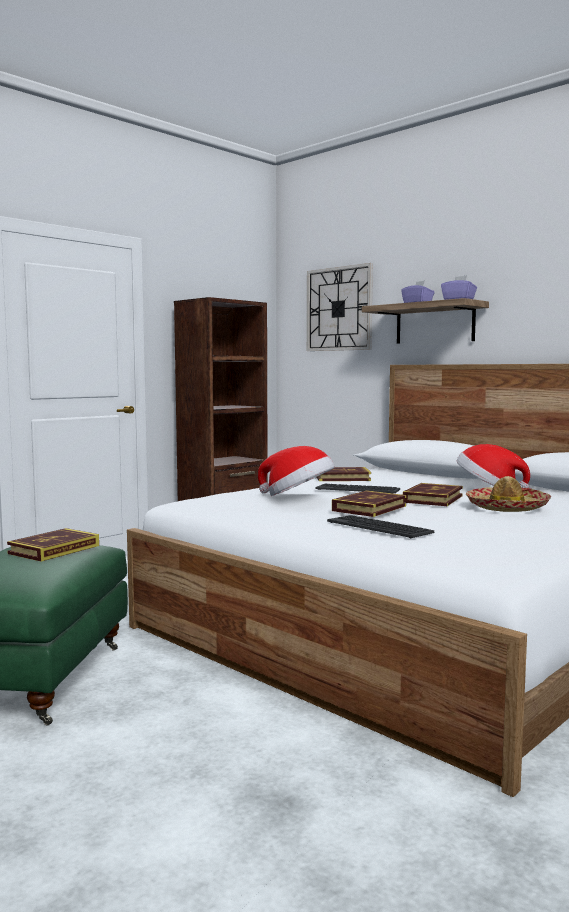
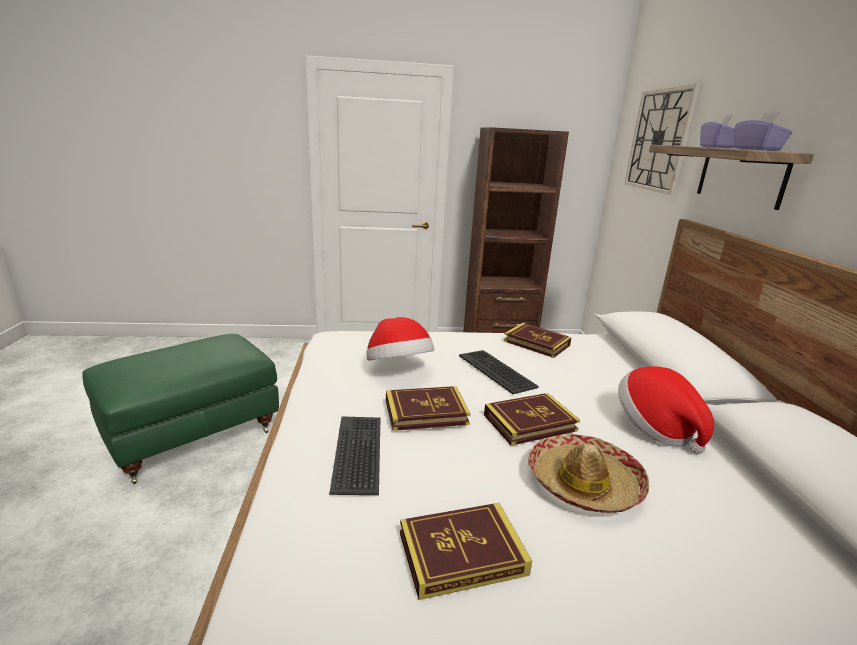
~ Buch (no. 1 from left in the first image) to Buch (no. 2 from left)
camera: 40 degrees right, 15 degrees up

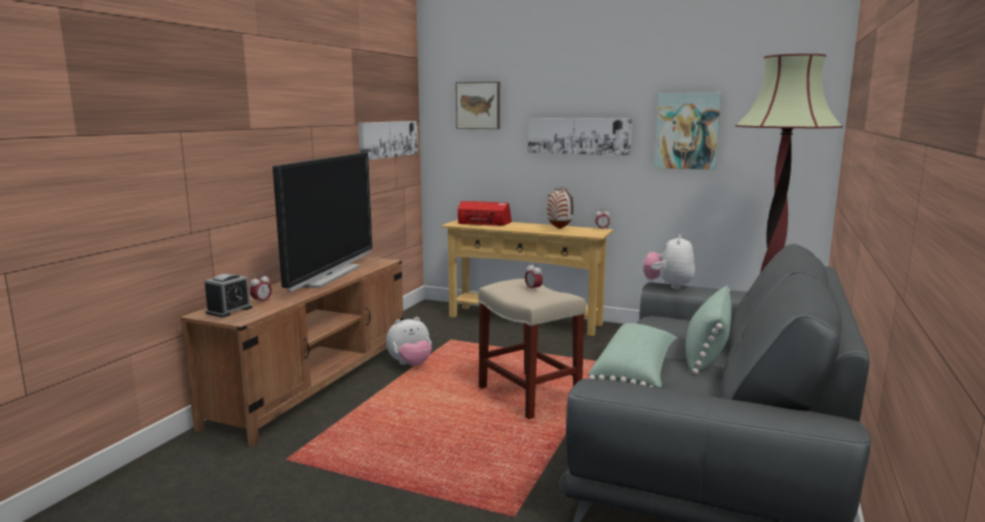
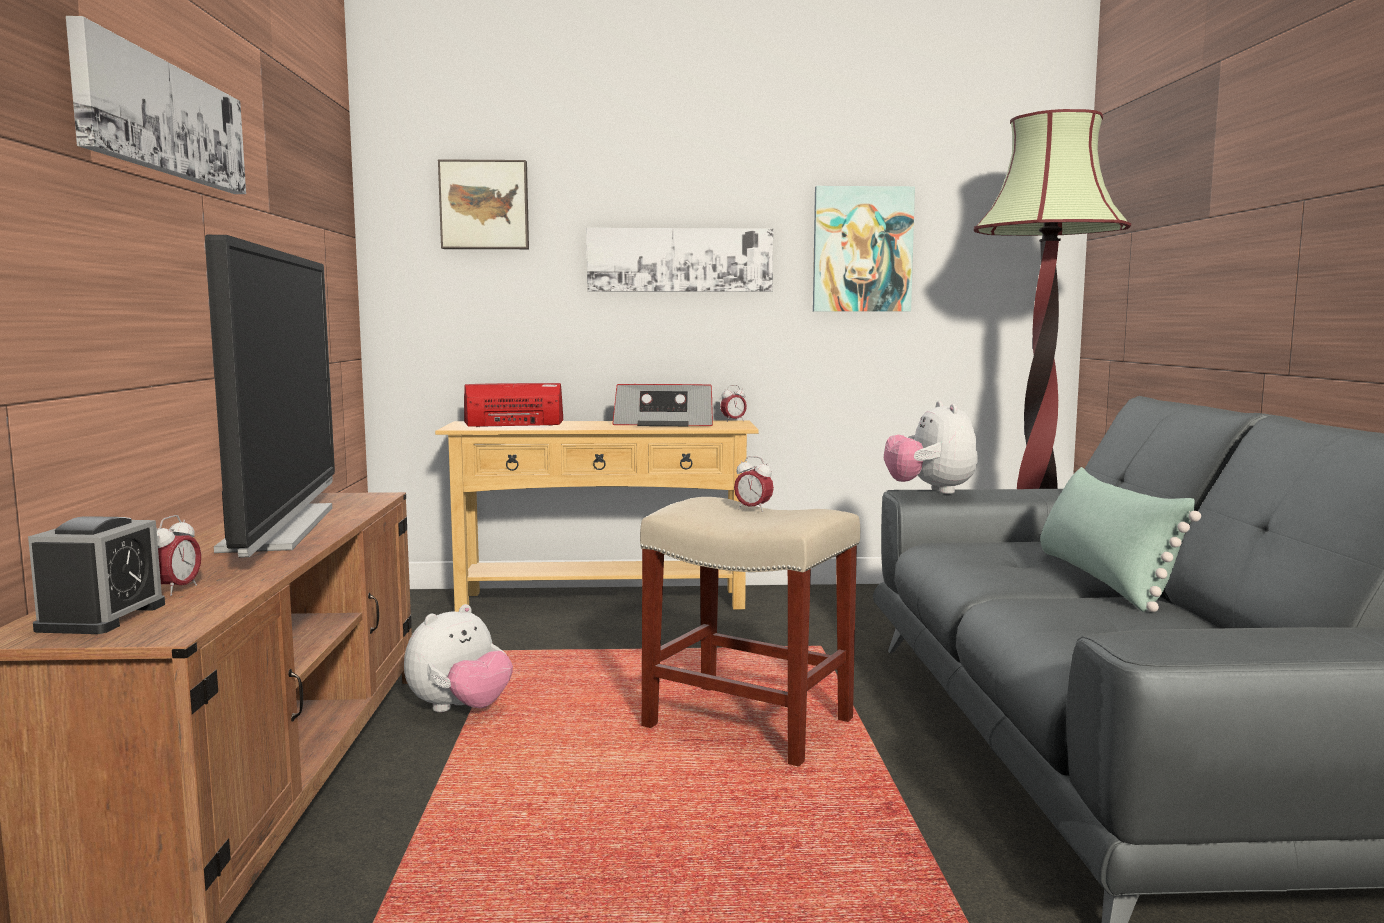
~ Bild (no. 1 from left)
~ Vase to Radio (no. 2 from left)
- Kissen/grün (no. 1 from left)
camera: 25 degrees left, 5 degrees down

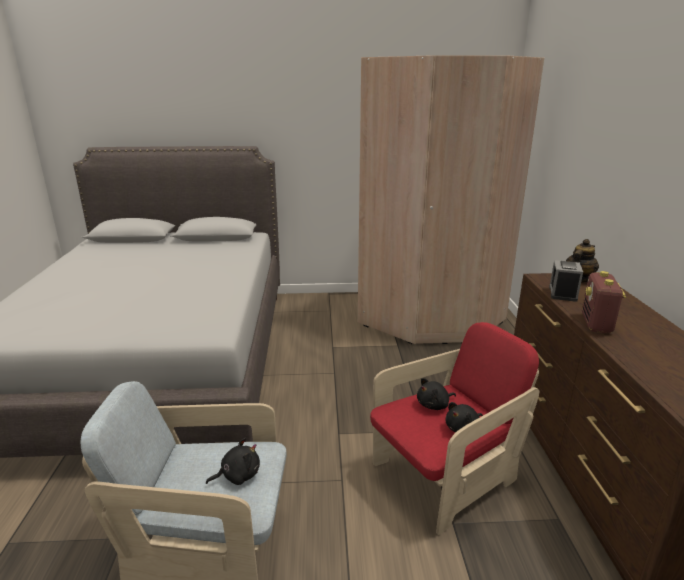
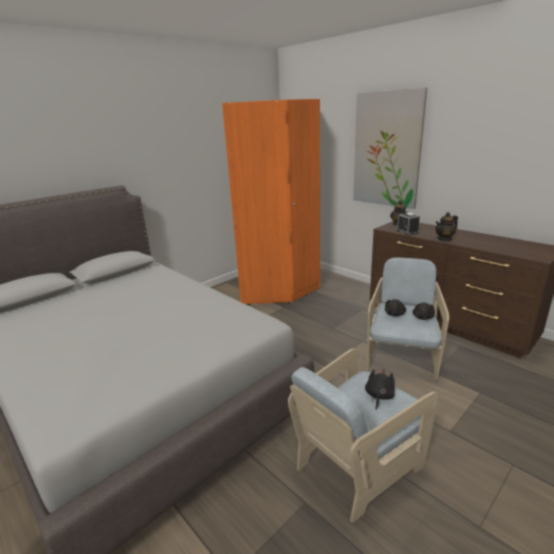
~ Kleiderschrank/beige to Kleiderschrank/orange
+ Bild
~ Sessel/rot to Sessel/beige (no. 2 from left)
~ Radio to Teekanne (no. 2 from left)
camera: 40 degrees left, 0 degrees up

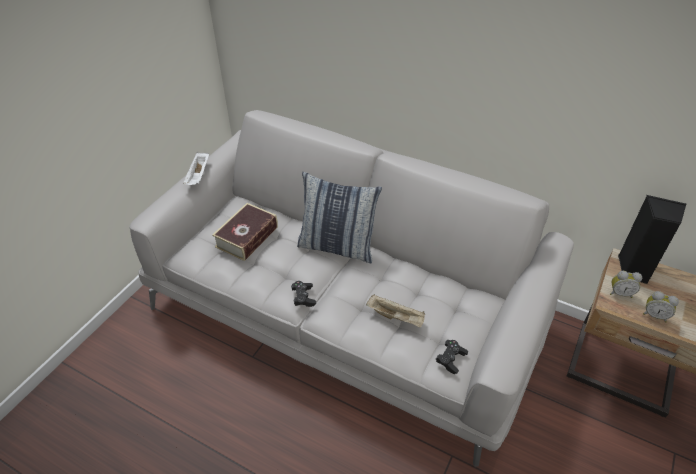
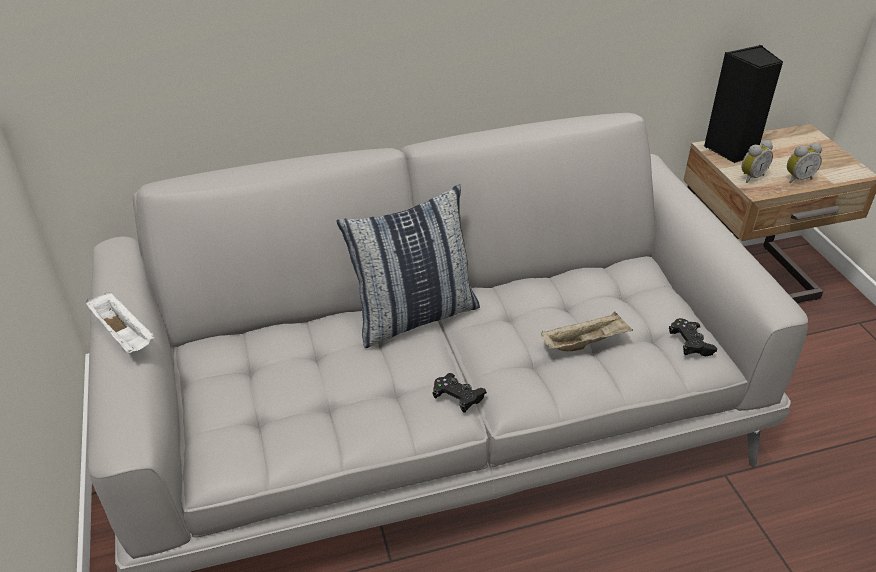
- Buch
camera: 45 degrees left, 5 degrees down

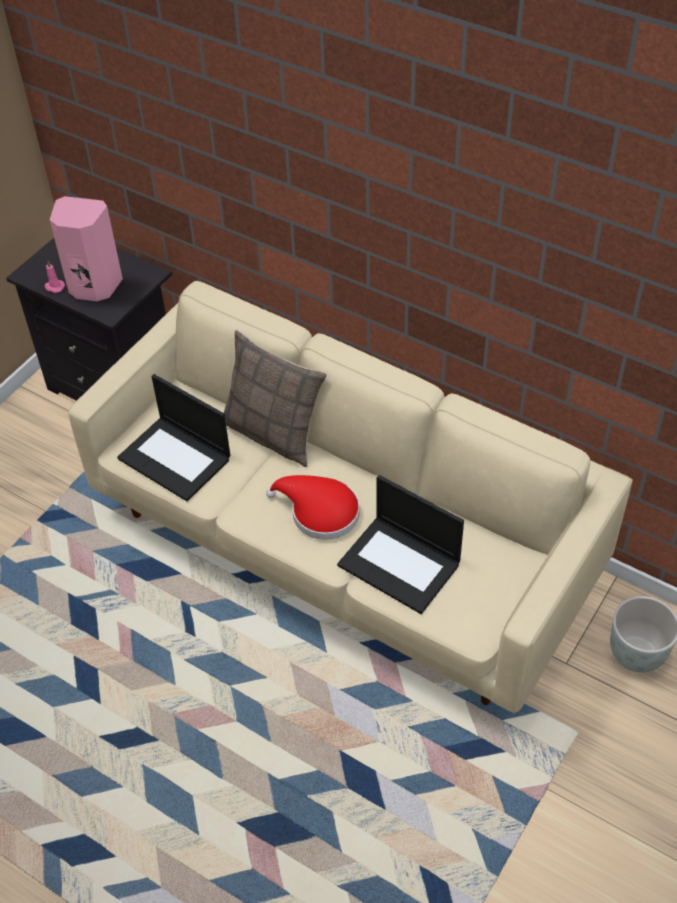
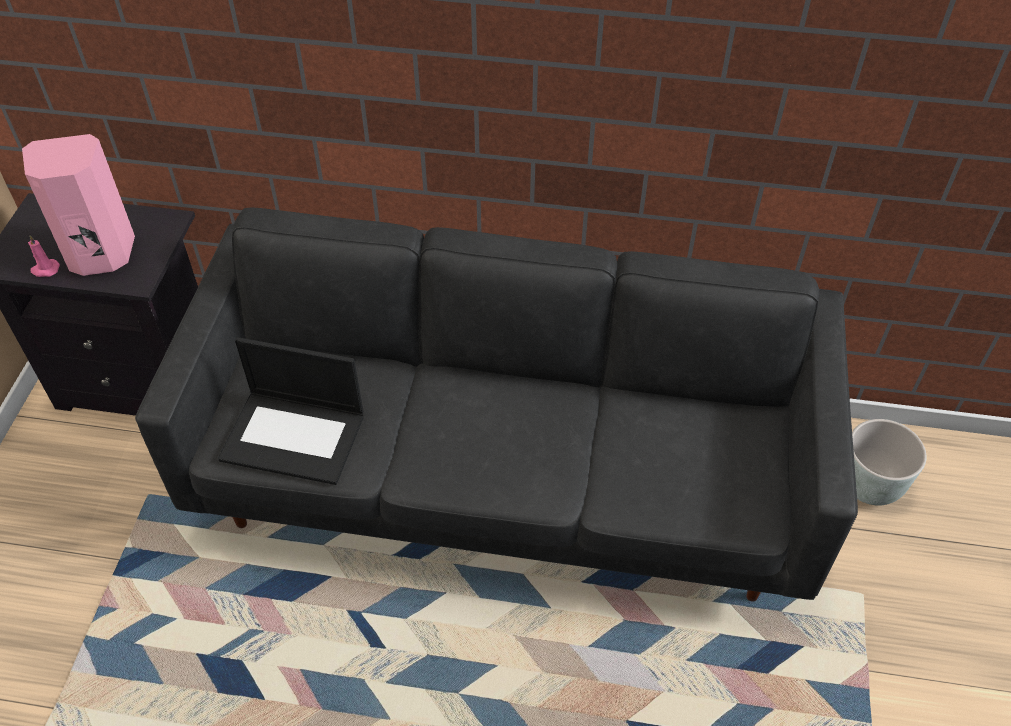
~ Sofa/beige to Sofa/schwarz
- Kissen
- Hut/rot
- Laptop (no. 2 from left)
camera: 25 degrees left, 0 degrees up

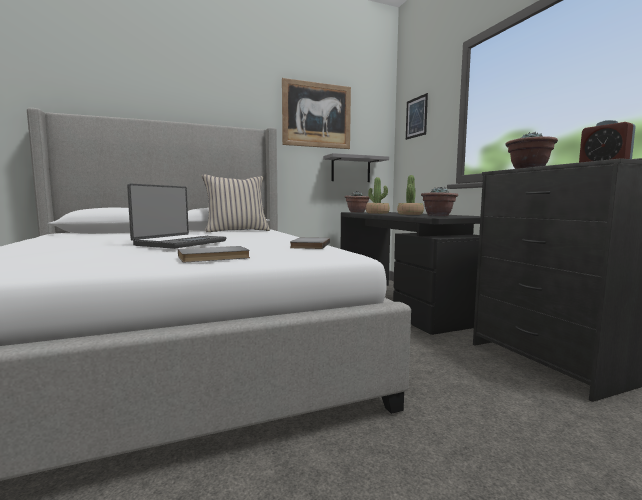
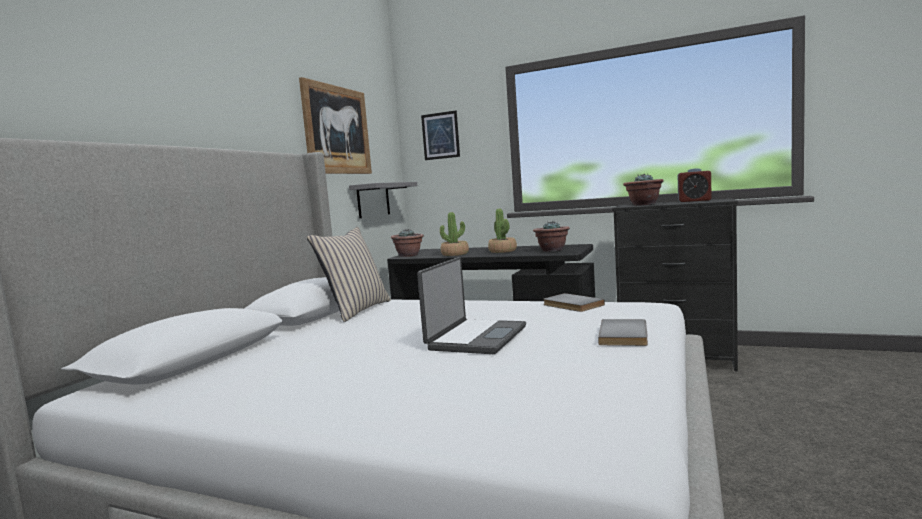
~ Laptop 45 degrees clockwise
camera: 45 degrees left, 0 degrees up

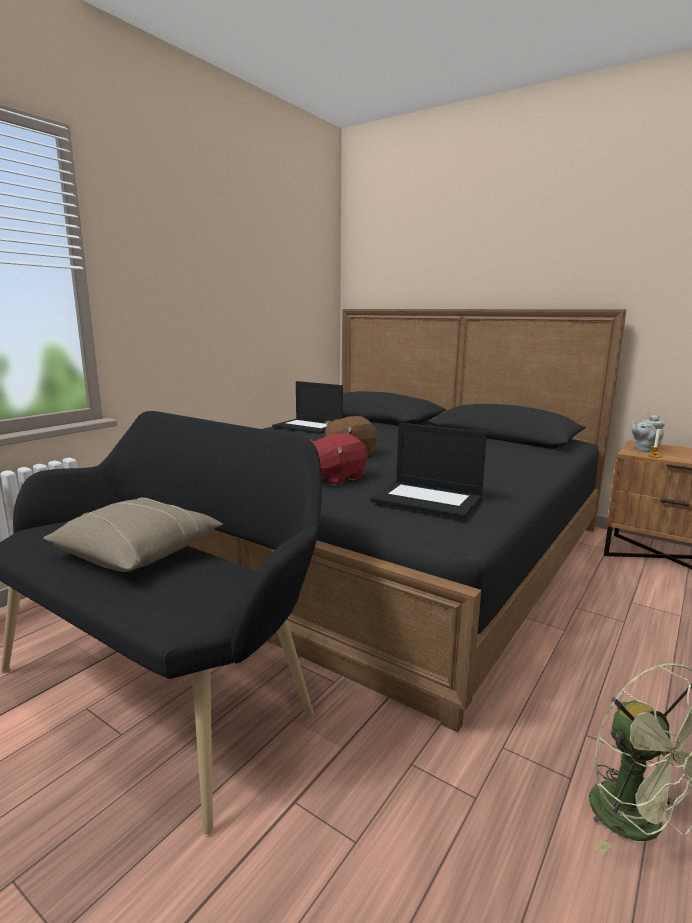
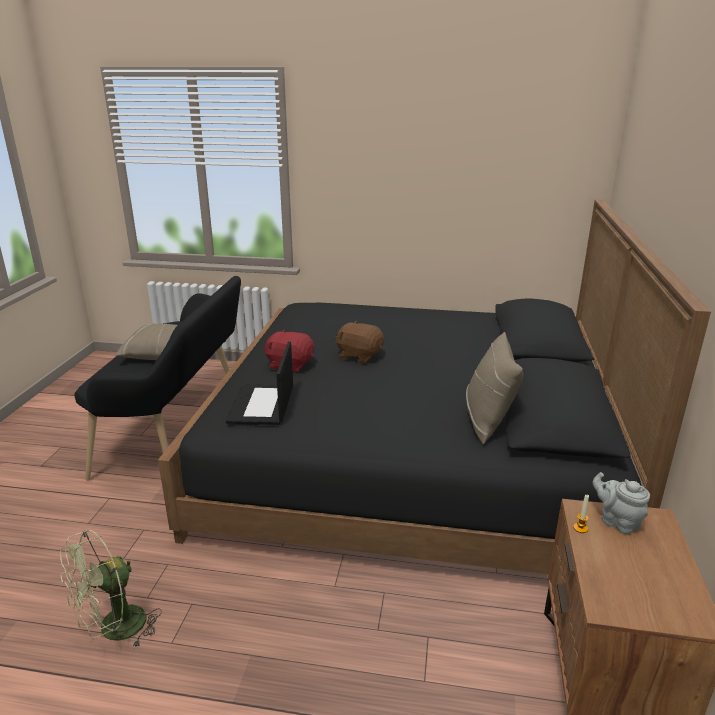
+ Kissen/beige (no. 2 from left)
- Laptop (no. 1 from left)
camera: 65 degrees right, 10 degrees up

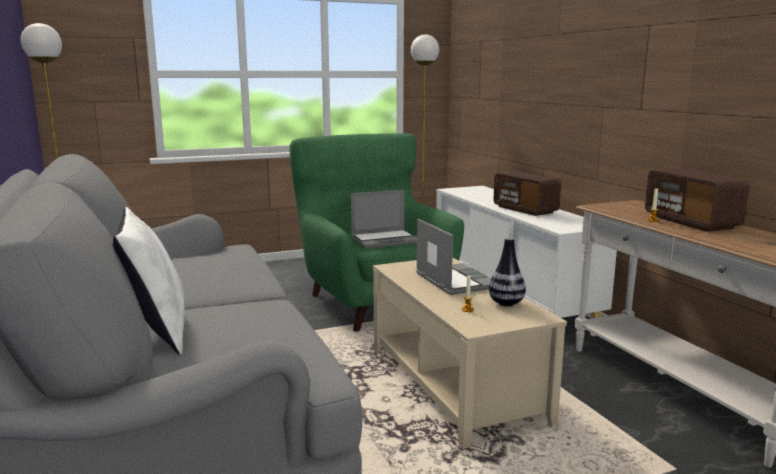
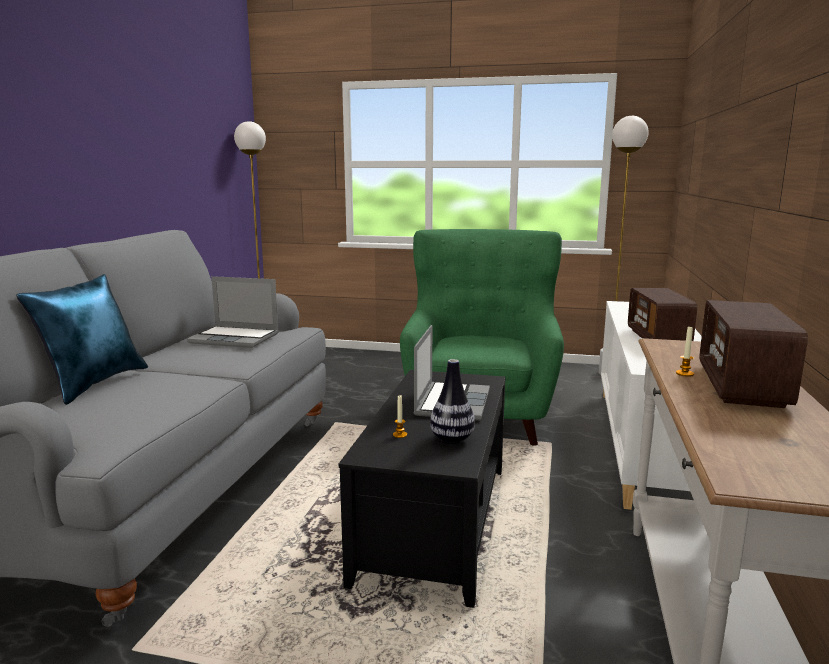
~ Kissen/weiß to Kissen/blau
~ Laptop (no. 1 from left)
~ Couchtisch/beige to Couchtisch/schwarz
camera: 35 degrees right, 0 degrees up

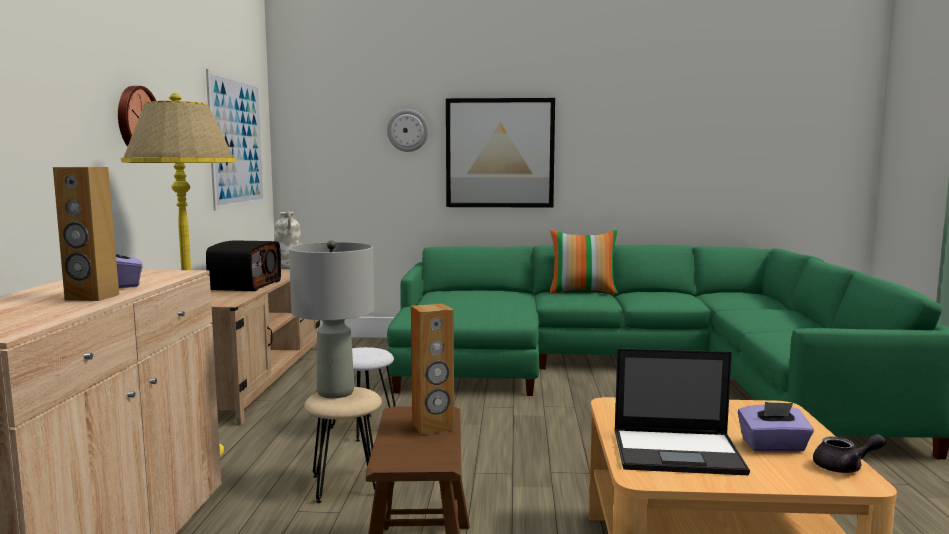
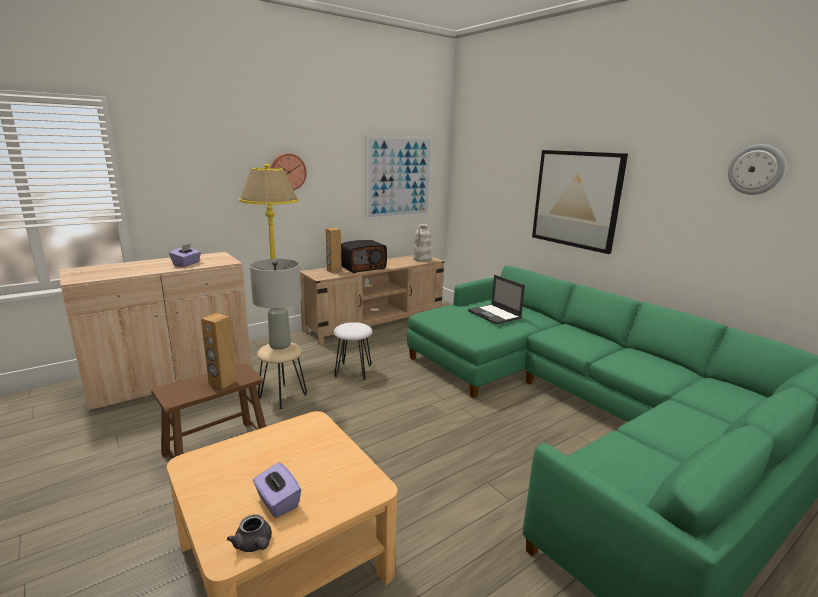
~ Lautsprecher/braun (no. 1 from left in the first image) to Lautsprecher/braun (no. 2 from left)
~ Laptop
~ Wanduhr (no. 2 from left)
- Kissen
camera: 50 degrees right, 10 degrees up

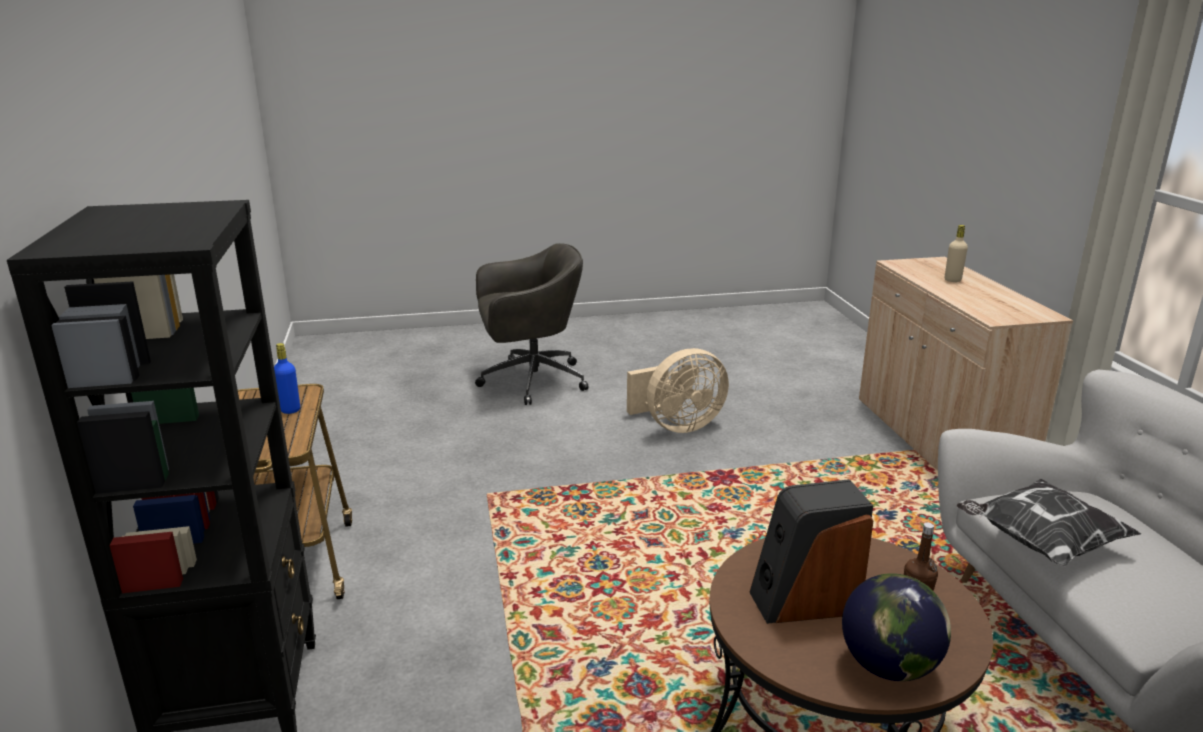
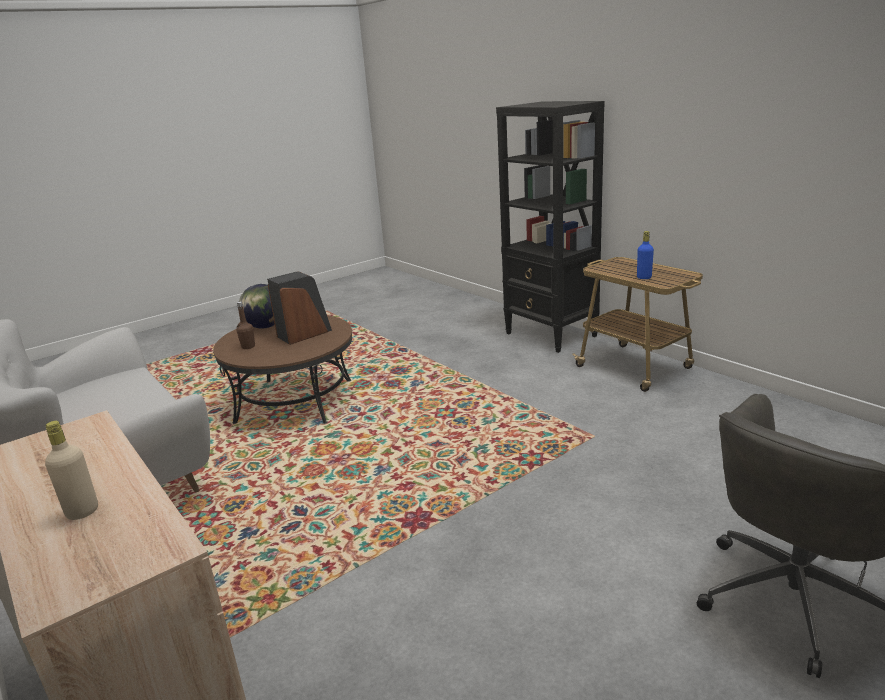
- Ventilator/beige
- Kissen
camera: 155 degrees right, 0 degrees up

